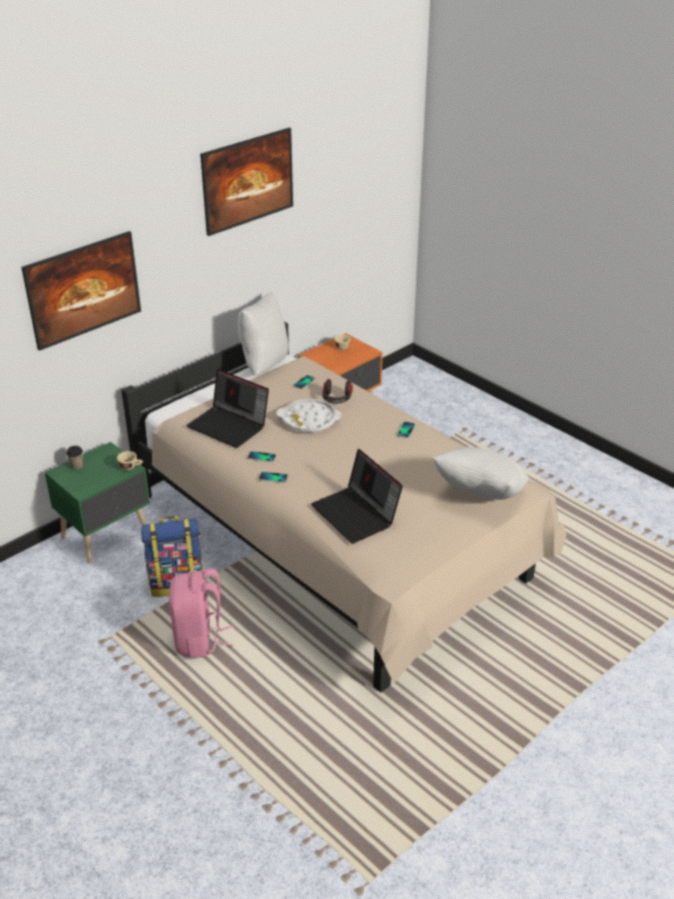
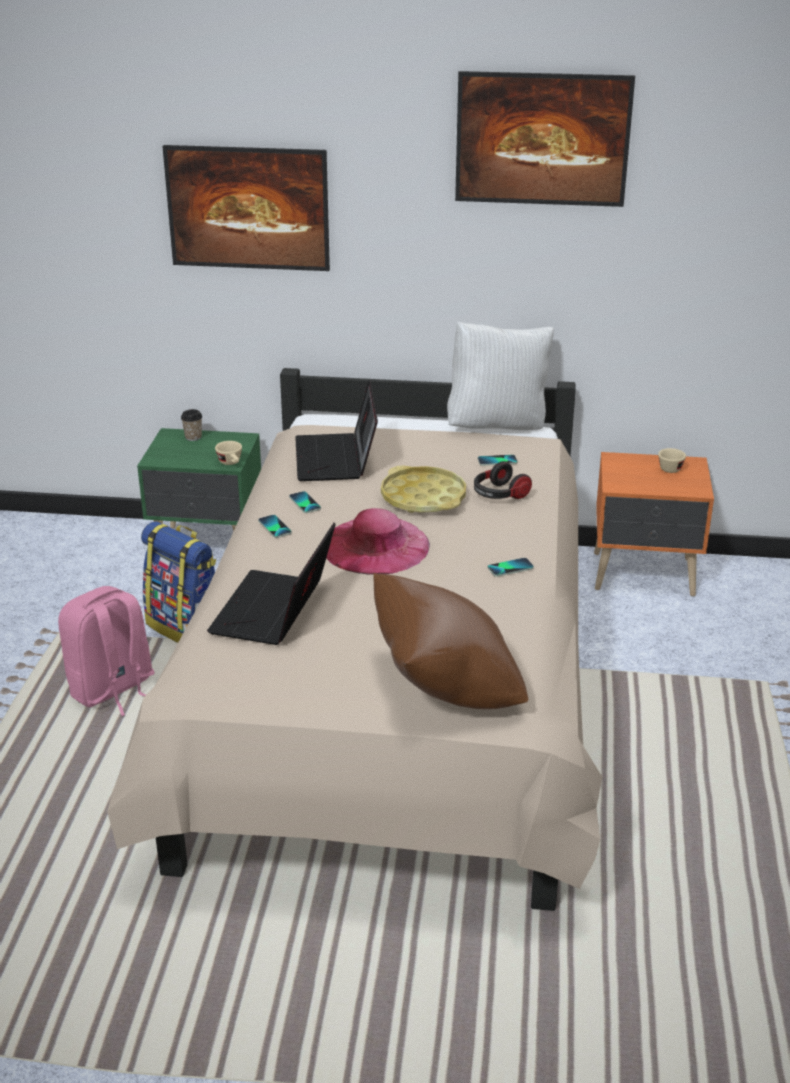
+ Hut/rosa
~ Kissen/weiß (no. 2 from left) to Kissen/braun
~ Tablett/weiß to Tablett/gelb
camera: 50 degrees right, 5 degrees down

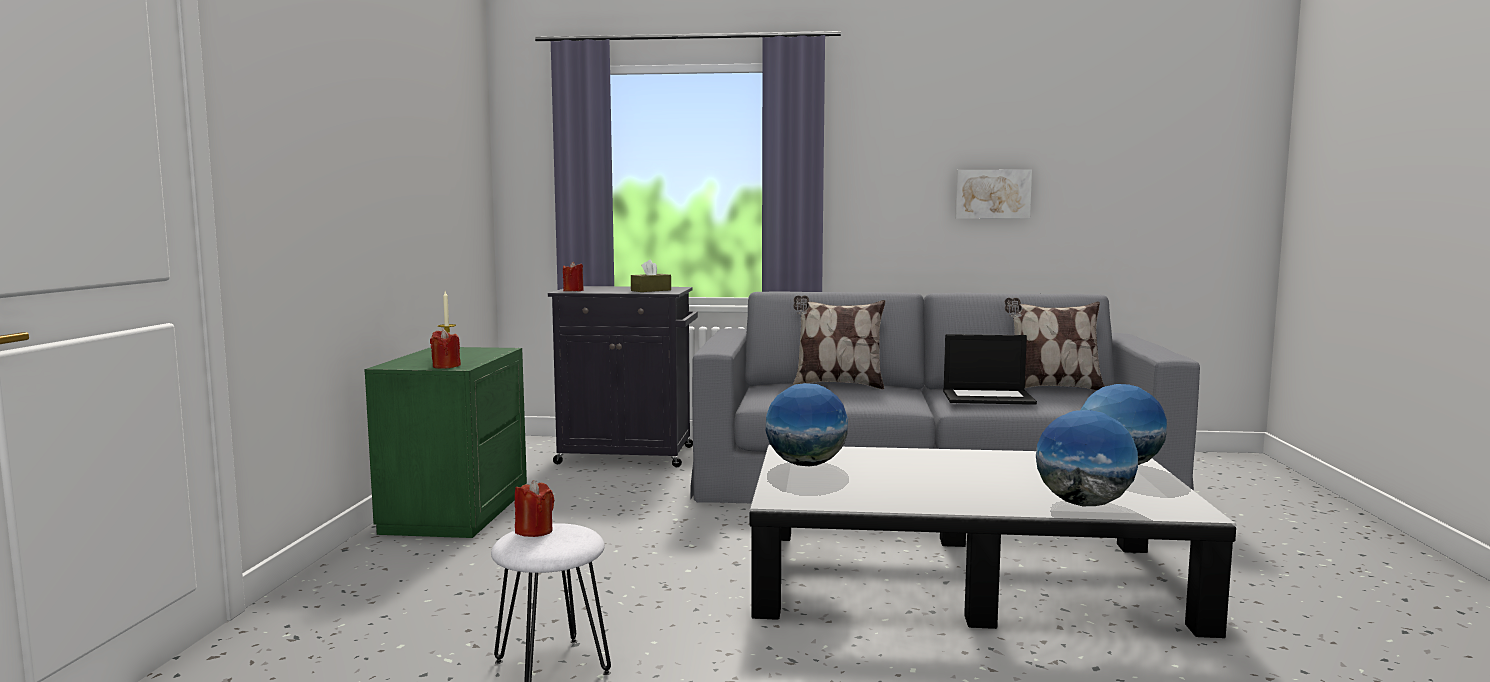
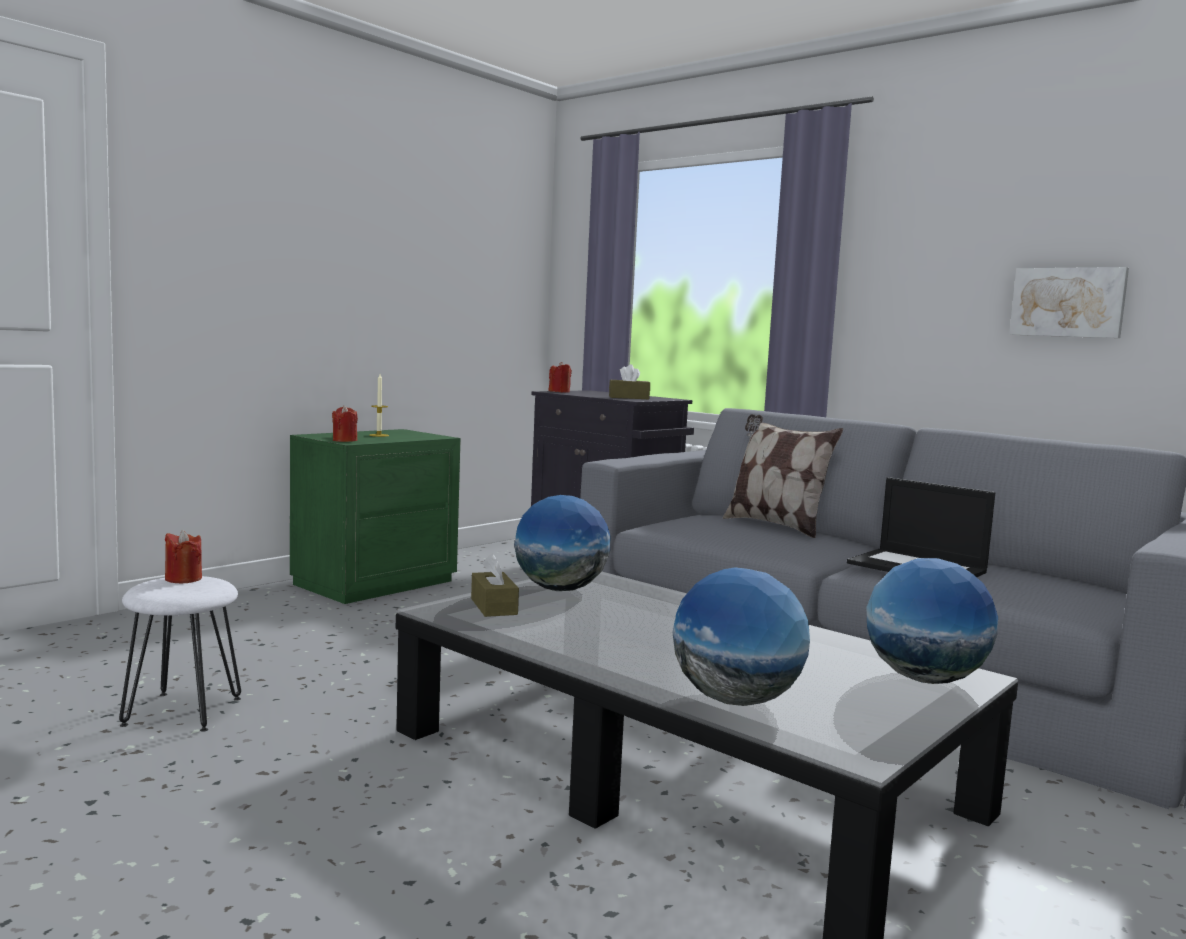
+ Taschentuchbox/braun (no. 1 from left)
- Kissen (no. 2 from left)
camera: 35 degrees right, 0 degrees up

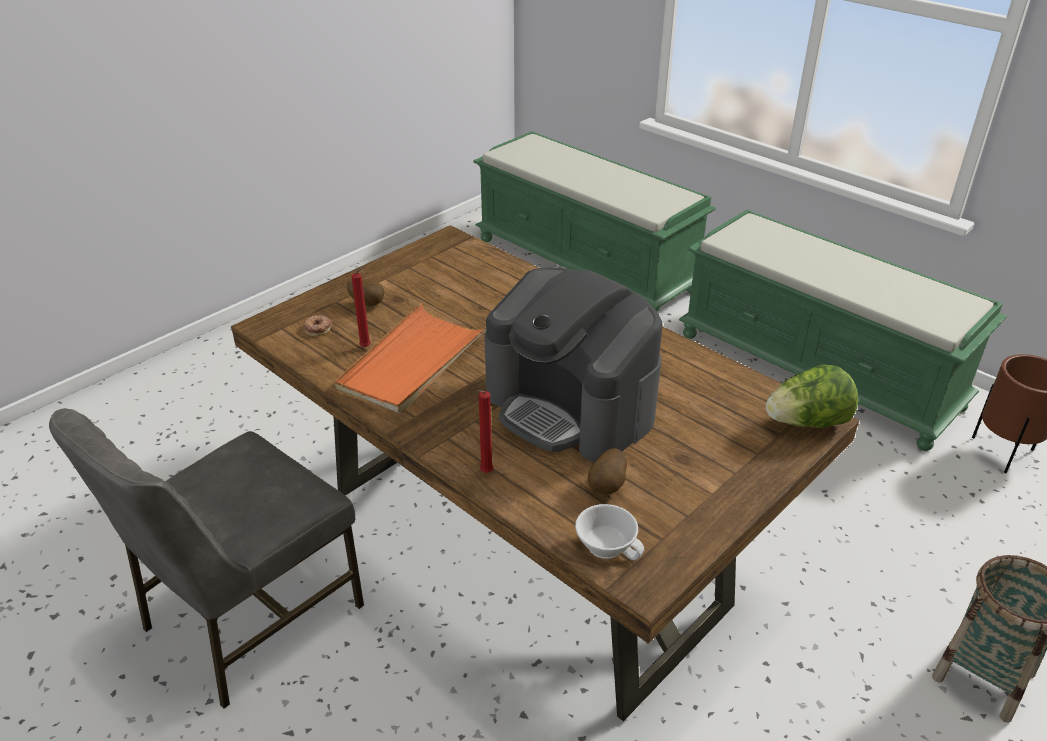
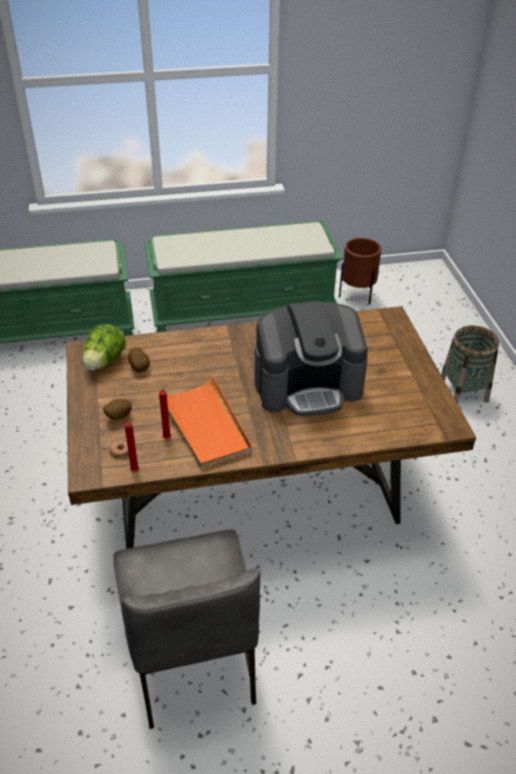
~ Salatkopf
~ Kerze/rot (no. 2 from left in the first image) to Kerze/rot (no. 1 from left)
~ Kartoffel (no. 2 from left)
- Tasse/weiß
camera: 55 degrees left, 5 degrees up

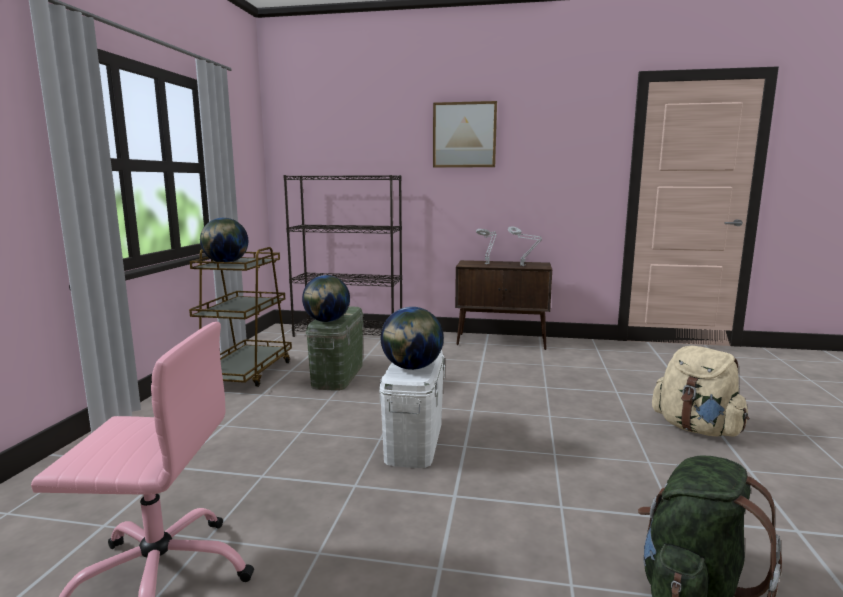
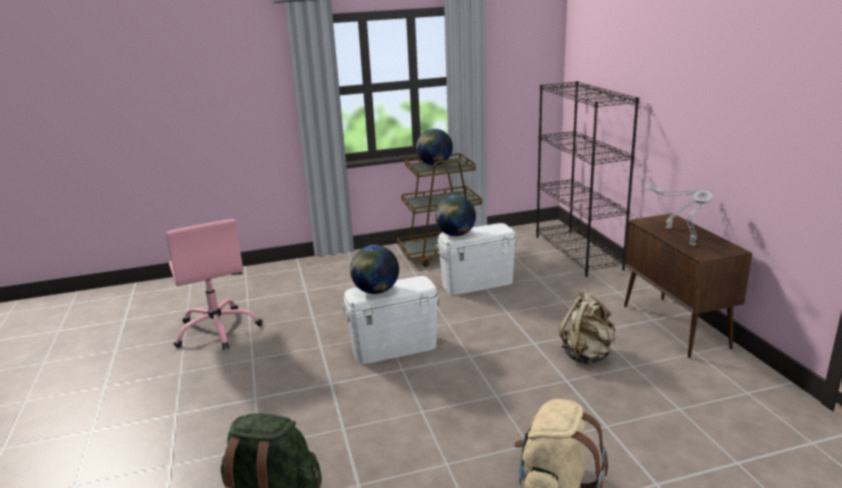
~ Aufbewahrungsbox/grün to Aufbewahrungsbox/weiß (no. 2 from left)
+ Rucksack/beige (no. 2 from left)
- Bild
camera: 65 degrees right, 10 degrees up

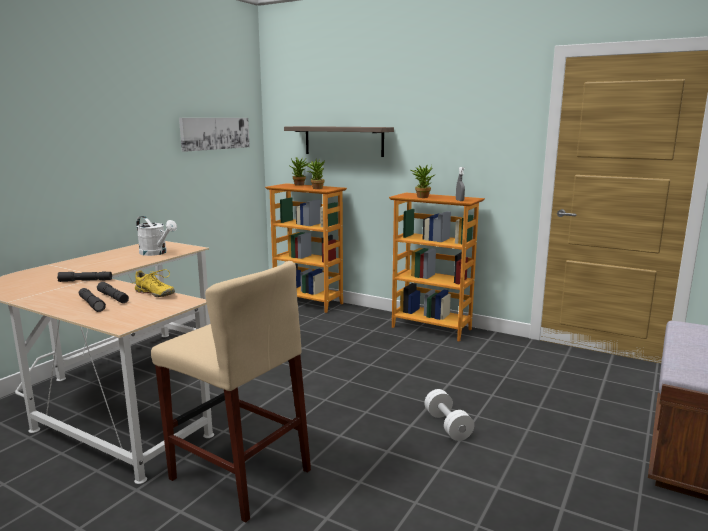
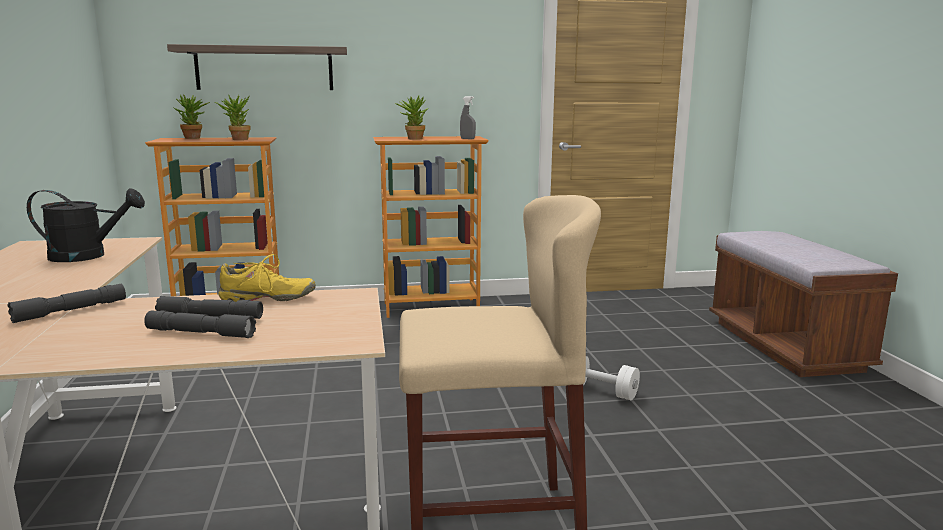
~ Gießkanne/weiß to Gießkanne/schwarz
- Bild
camera: 40 degrees left, 0 degrees up

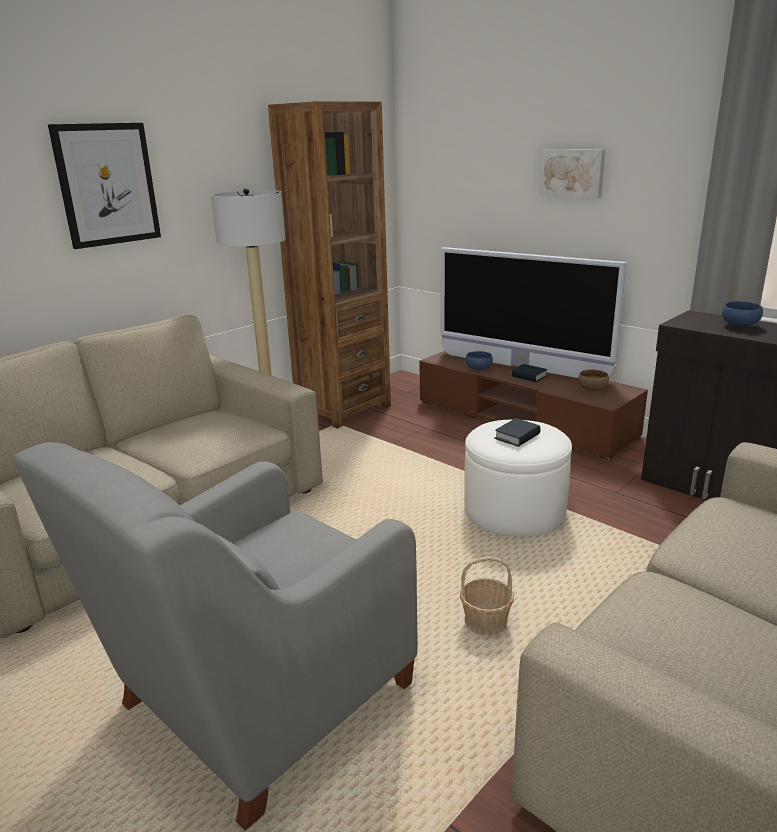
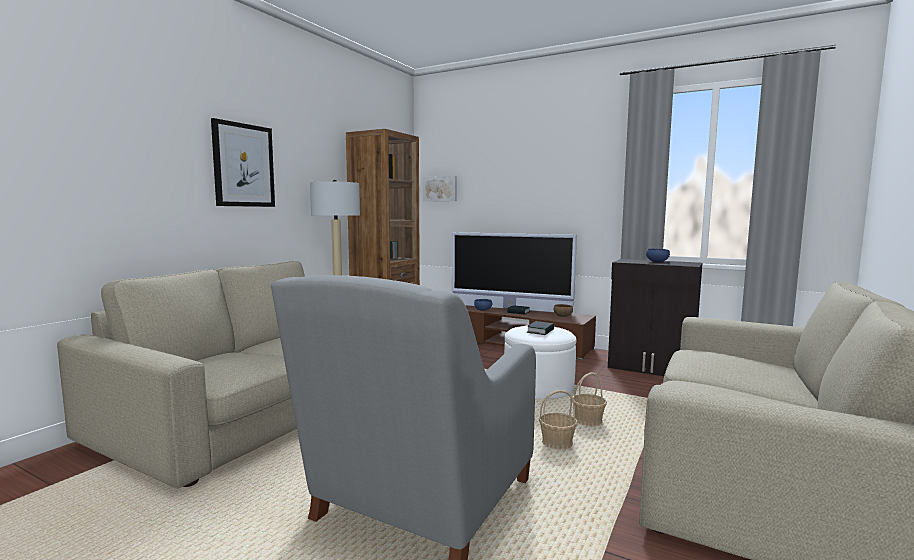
~ Bild (no. 2 from left)
+ Korb (no. 2 from left)
camera: 15 degrees left, 15 degrees down

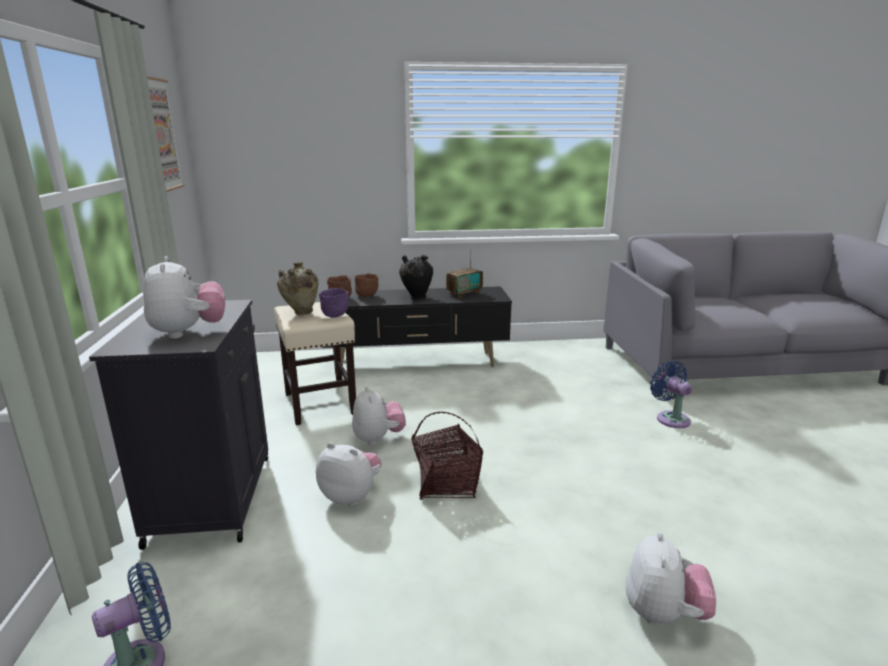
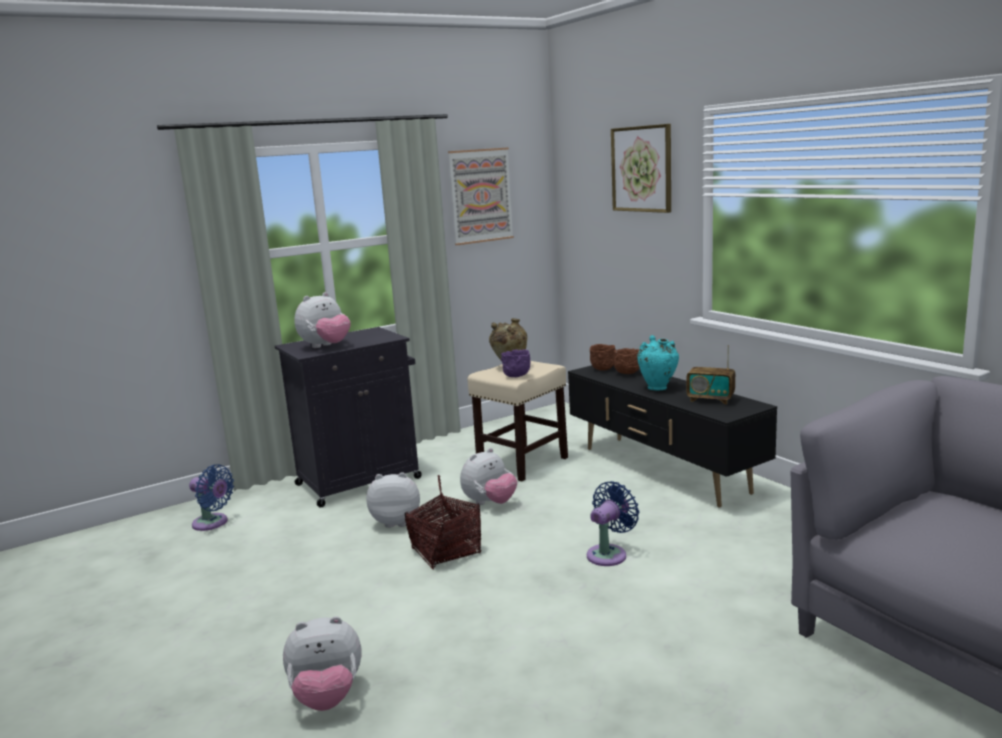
~ Plüschtier (no. 2 from left in the first image) 90 degrees counterclockwise
~ Ventilator/blau (no. 2 from left)
+ Bild (no. 2 from left)
~ Vase/schwarz to Vase/türkis
camera: 65 degrees right, 5 degrees down

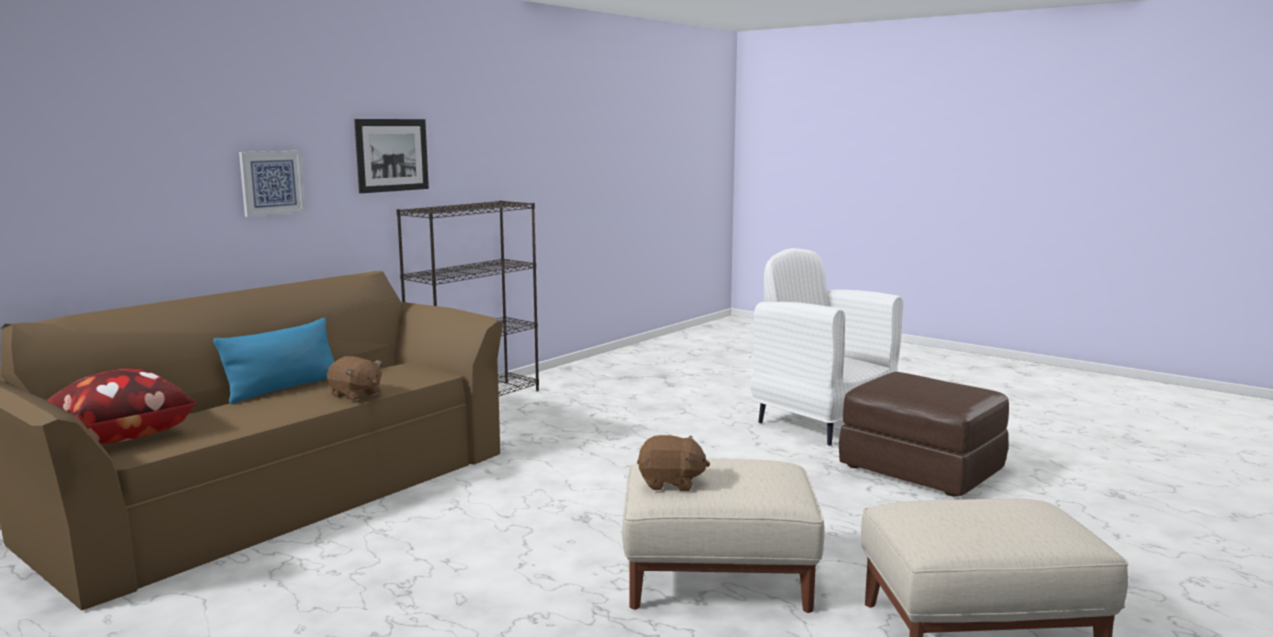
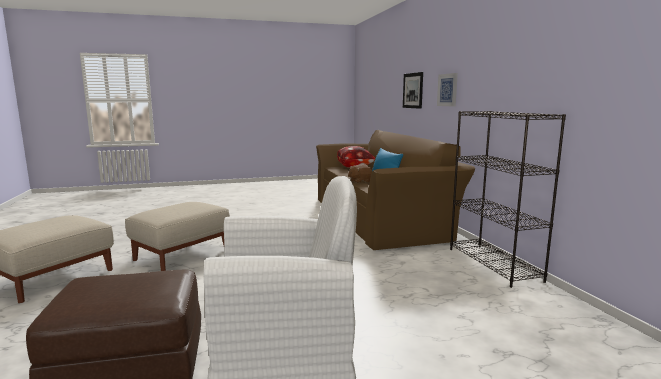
~ Bild (no. 2 from left in the first image) to Bild (no. 1 from left)
- Plüschtier/braun (no. 2 from left)
camera: 125 degrees right, 0 degrees up

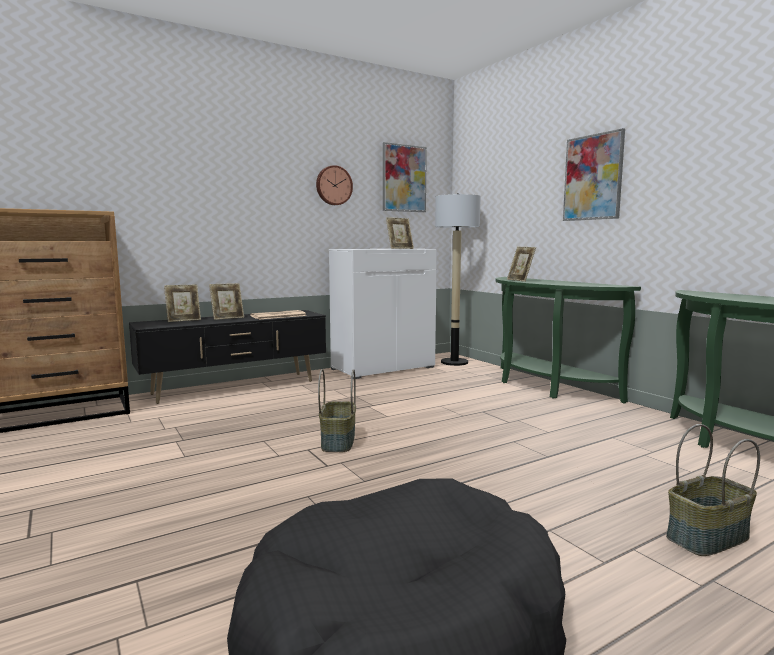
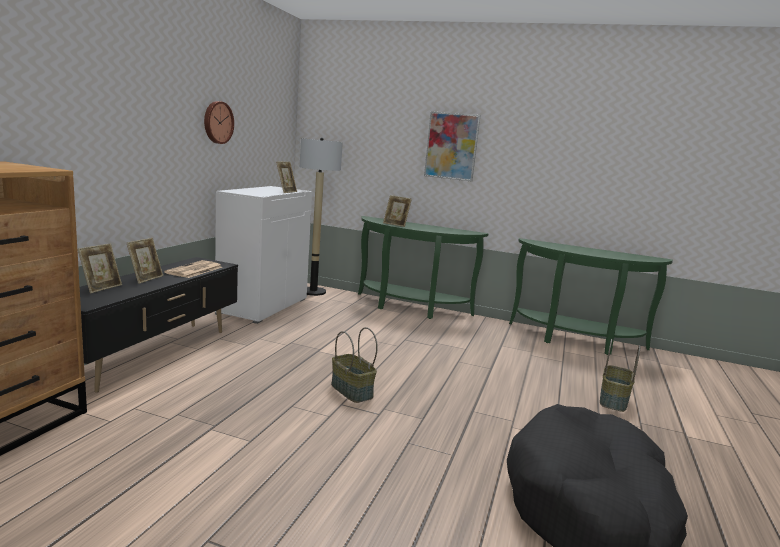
- Bild (no. 1 from left)
camera: 40 degrees left, 5 degrees up

